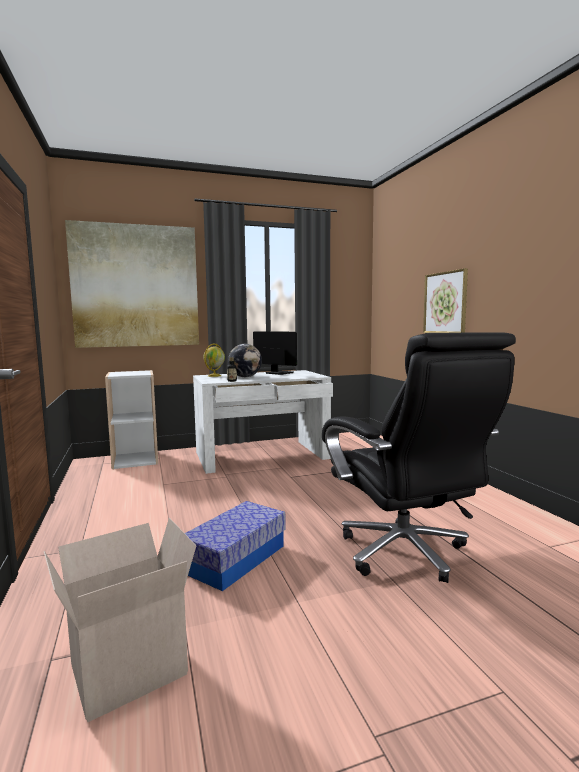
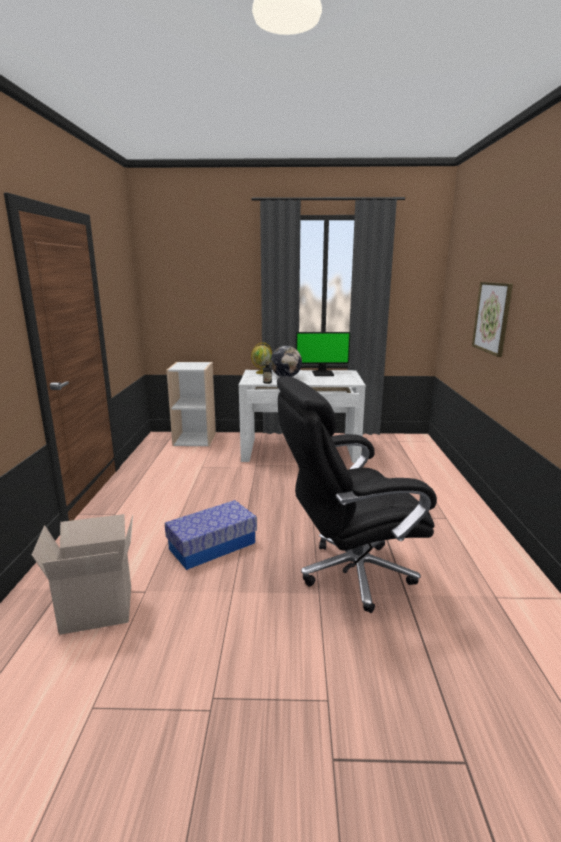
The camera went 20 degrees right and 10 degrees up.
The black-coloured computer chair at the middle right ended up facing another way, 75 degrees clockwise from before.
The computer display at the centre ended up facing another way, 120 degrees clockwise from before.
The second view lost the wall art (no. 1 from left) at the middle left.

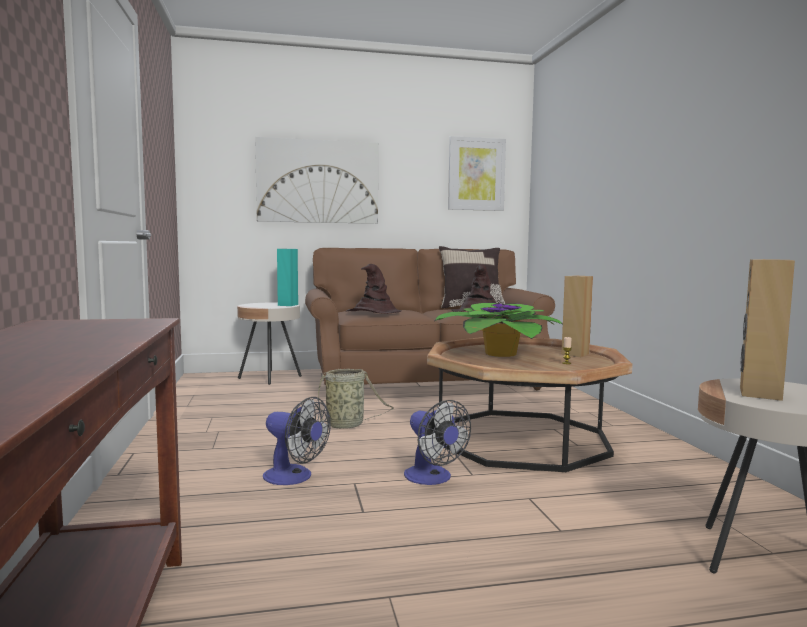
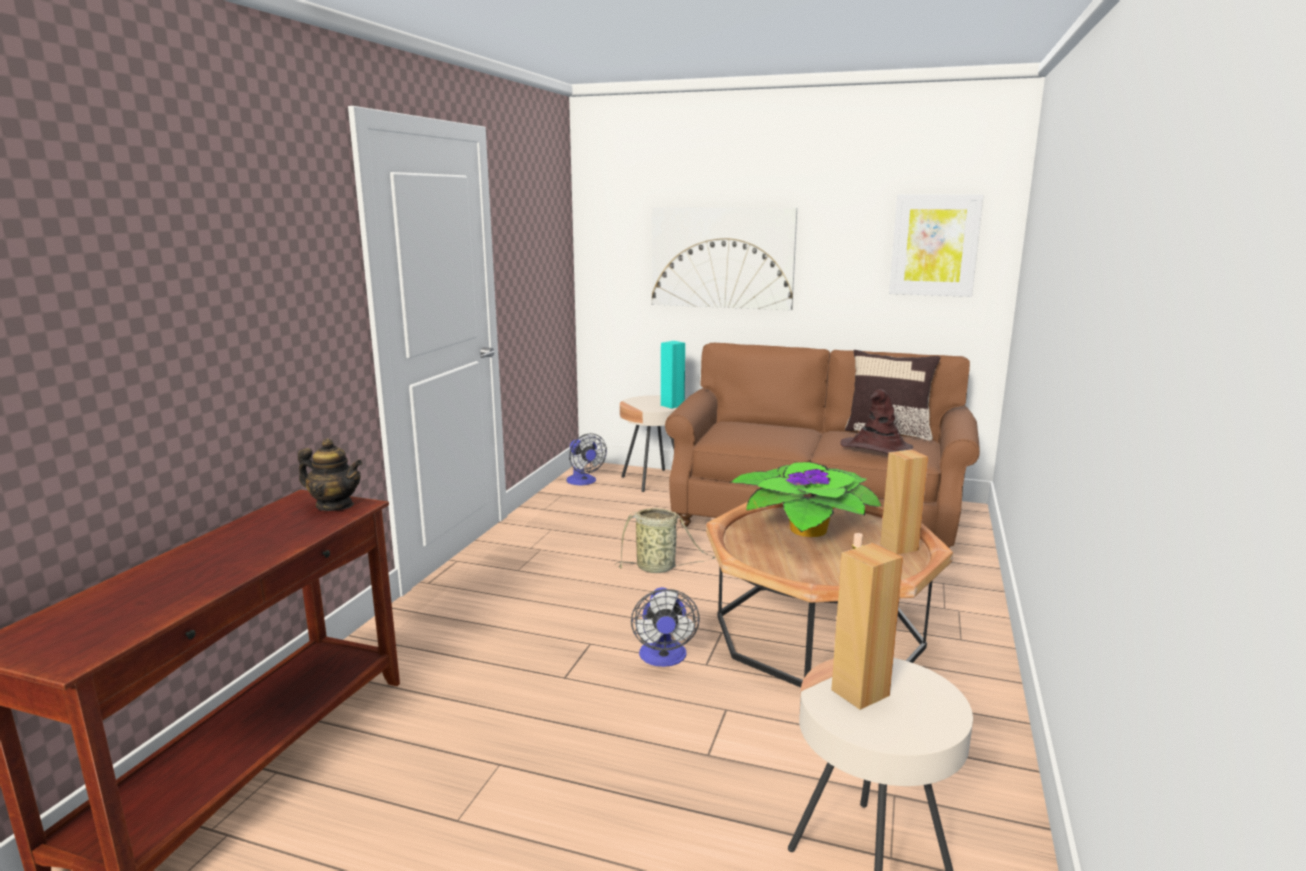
The camera went 30 degrees right and 10 degrees up.
The second view gained the tea pot at the middle left.
The electric fan (no. 1 from left) ended up elsewhere, having gone from the bottom centre to the centre.
The second view lost the brown-coloured wearable hat (no. 1 from left) at the centre.

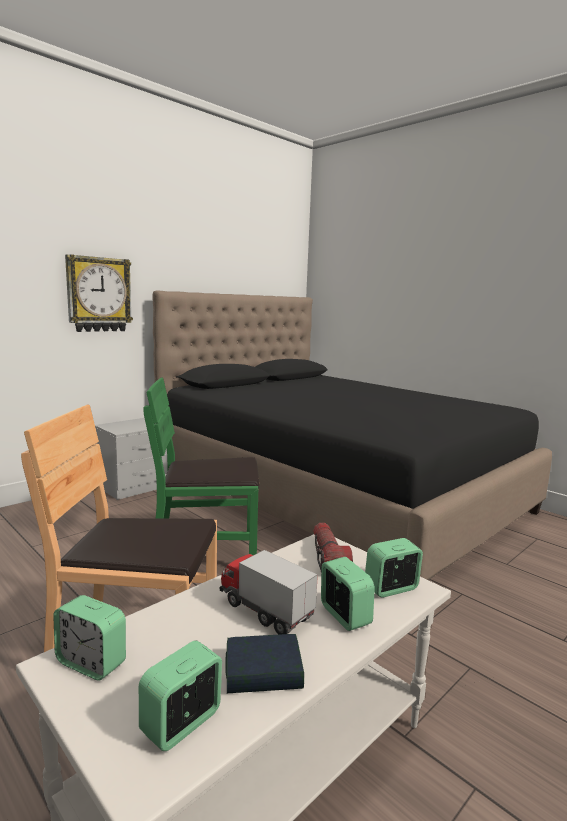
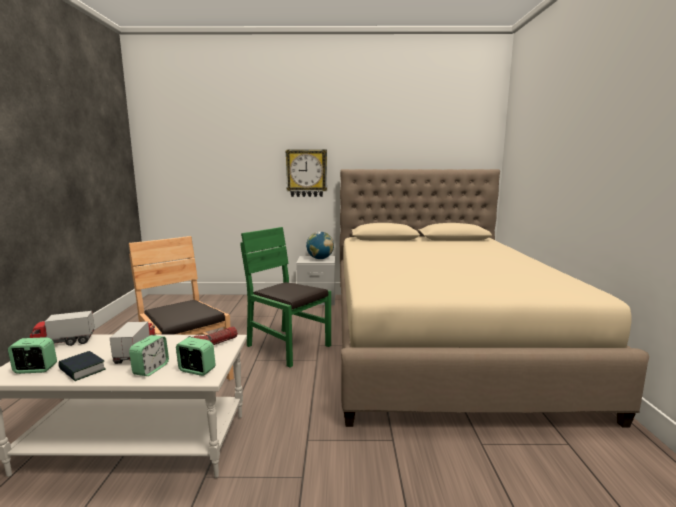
The camera went 45 degrees right and 0 degrees up.
Where the bedside clock (no. 1 from left) stood at the bottom left, the model truck (no. 1 from left) came to stand at the middle left.
The second view gained the desk globe at the centre.
What was the black-coloured bed at the centre turned into the beige bed at the middle right.

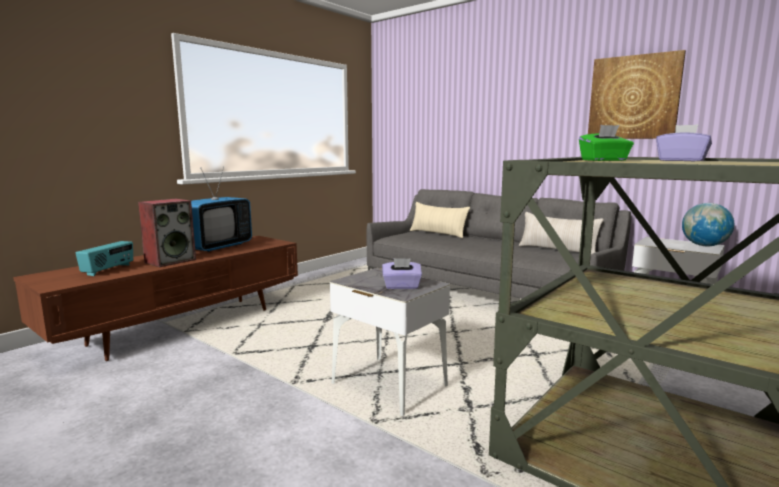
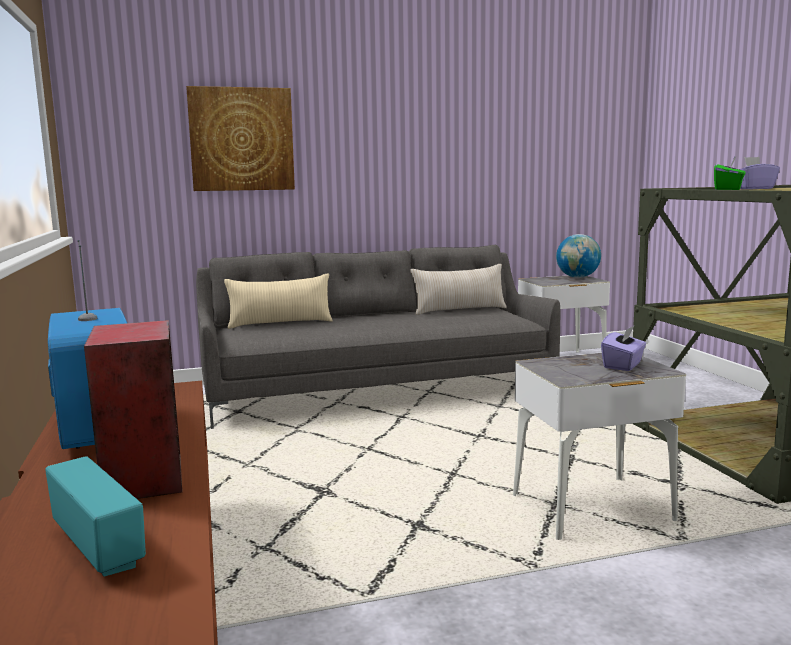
The camera went 55 degrees left and 0 degrees up.
The wall art ended up elsewhere, having gone from the top right to the top left.

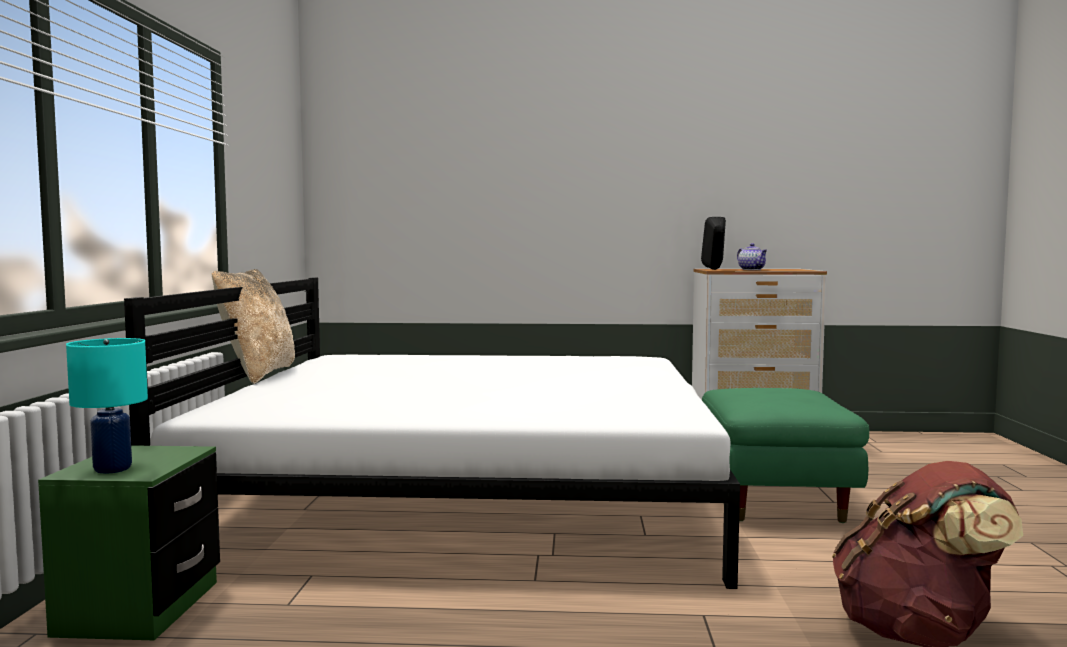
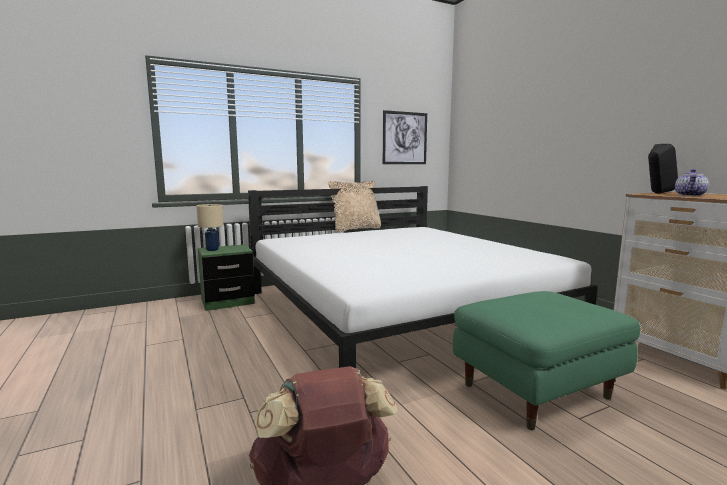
The camera went 60 degrees right and 5 degrees up.
What was the turquoise table lamp at the middle left turned into the beige table lamp at the middle left.
The second view gained the wall art at the top centre.

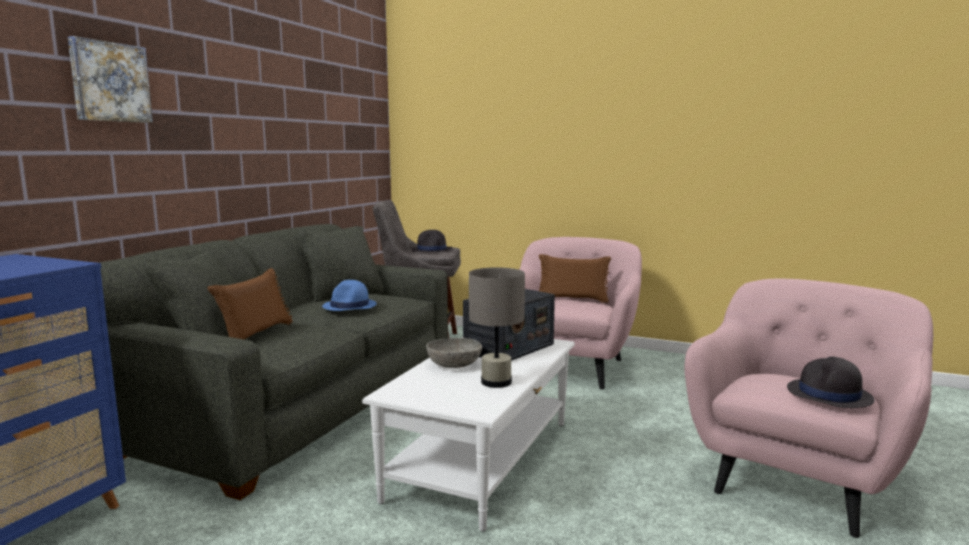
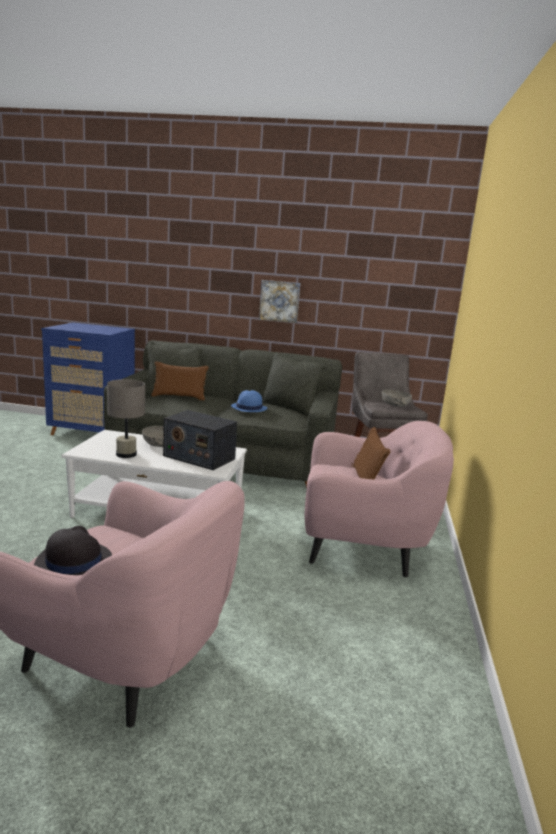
The camera went 75 degrees right and 5 degrees up.
The wall art ended up elsewhere, having gone from the top left to the centre.
Where the black-coloured wearable hat (no. 1 from left) stood at the centre, the greyish deep dish (no. 2 from left) came to stand at the middle right.

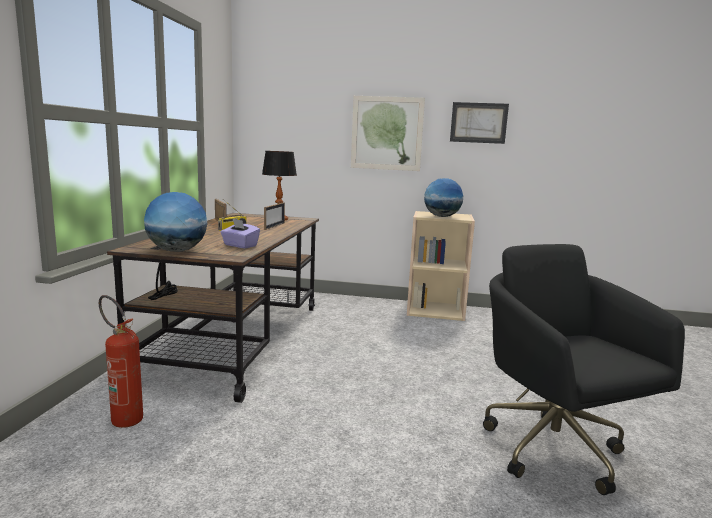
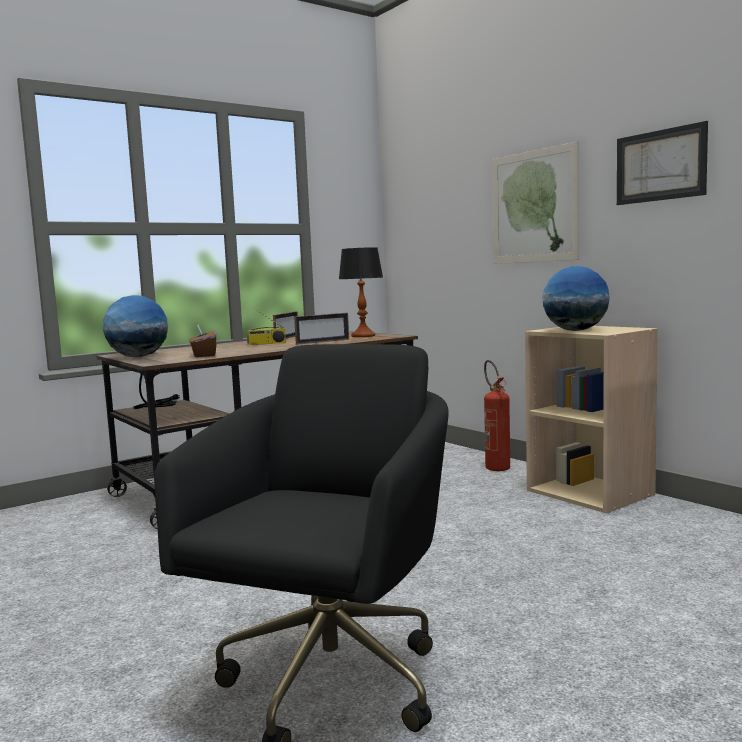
The camera went 45 degrees right and 5 degrees down.
What was the purple-coloured tissue holder at the centre turned into the brown-coloured tissue holder at the middle left.
The extinguisher ended up elsewhere, having gone from the bottom left to the middle right.

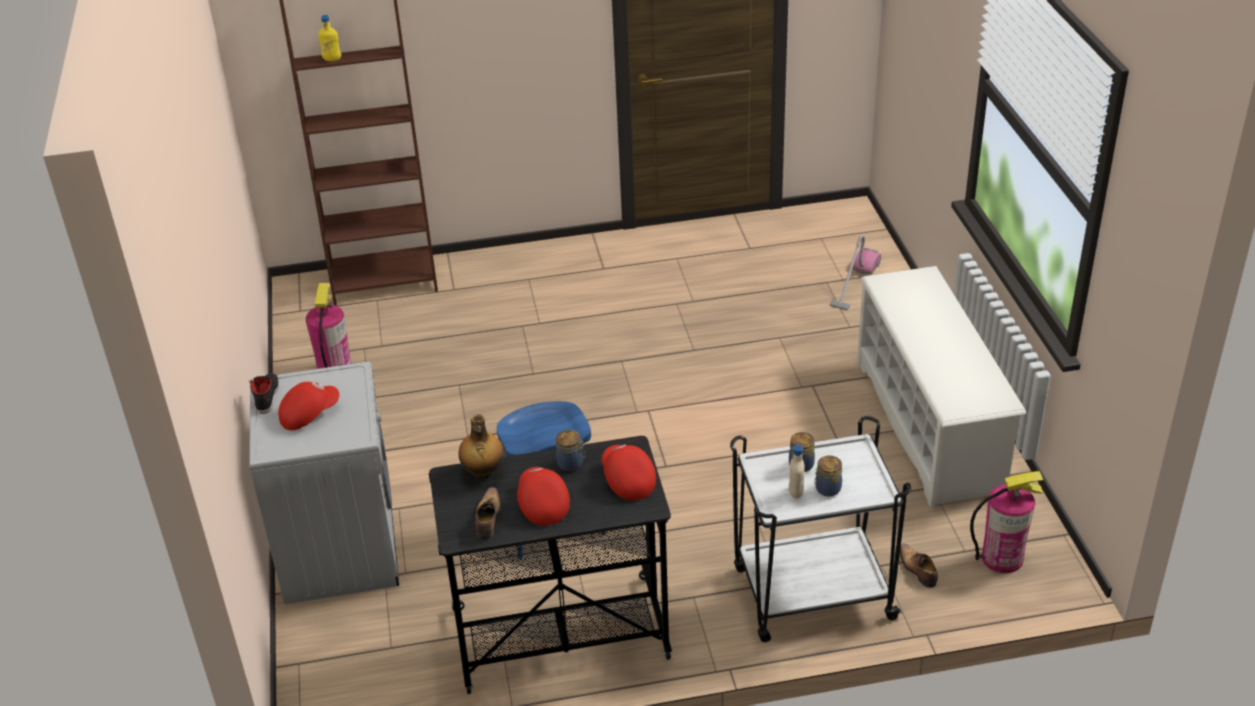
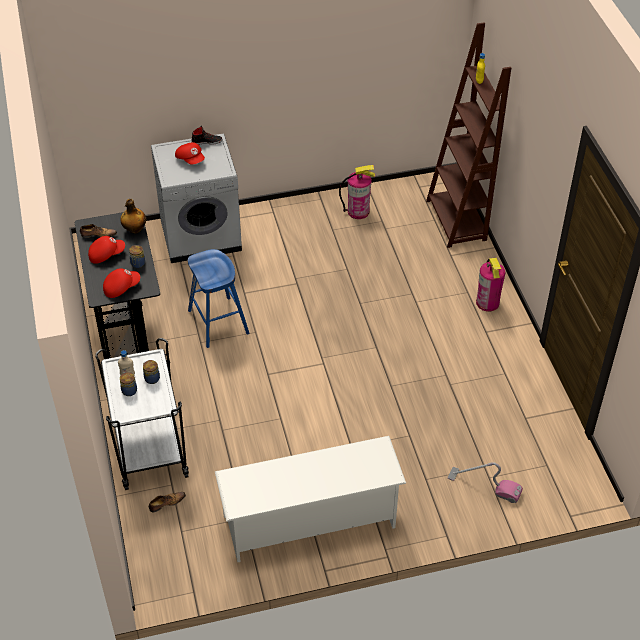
The camera went 85 degrees right and 10 degrees up.
The extinguisher (no. 2 from left) ended up elsewhere, having gone from the bottom right to the middle right.

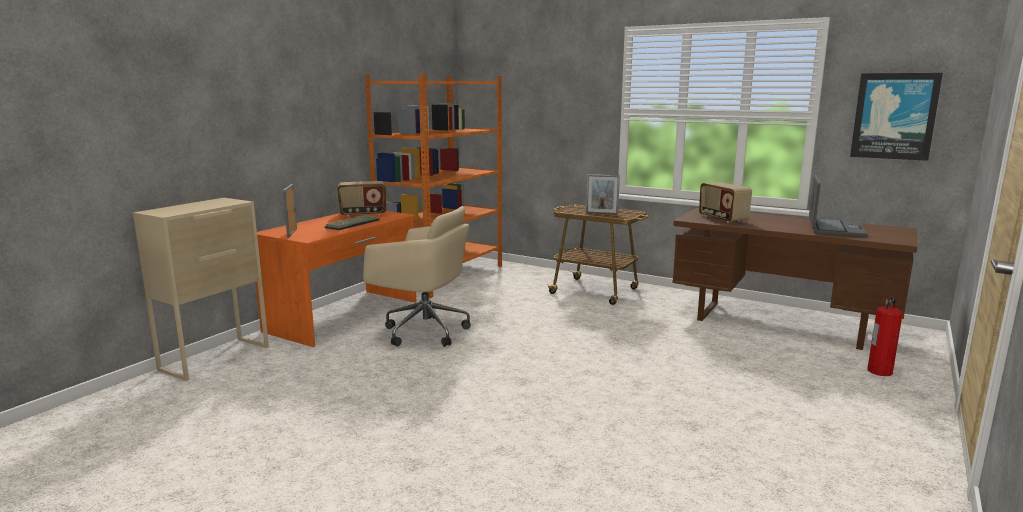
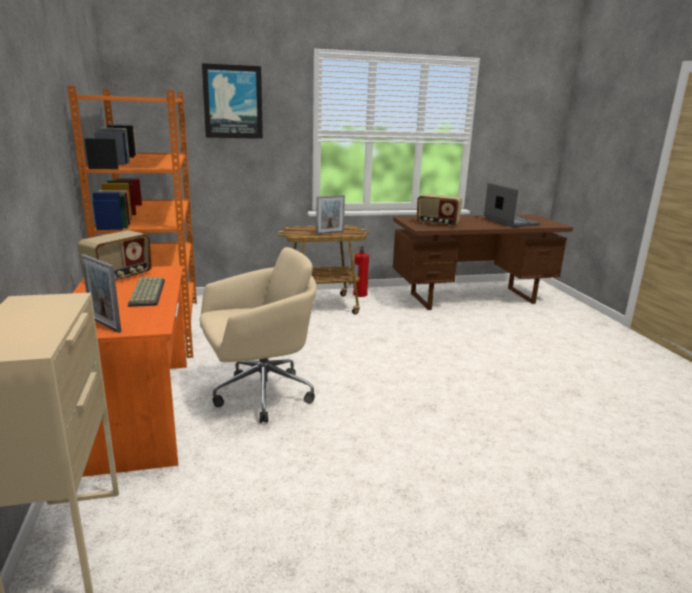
The camera went 45 degrees left and 5 degrees up.
The wall art ended up elsewhere, having gone from the top right to the top centre.
The extinguisher ended up elsewhere, having gone from the middle right to the centre.

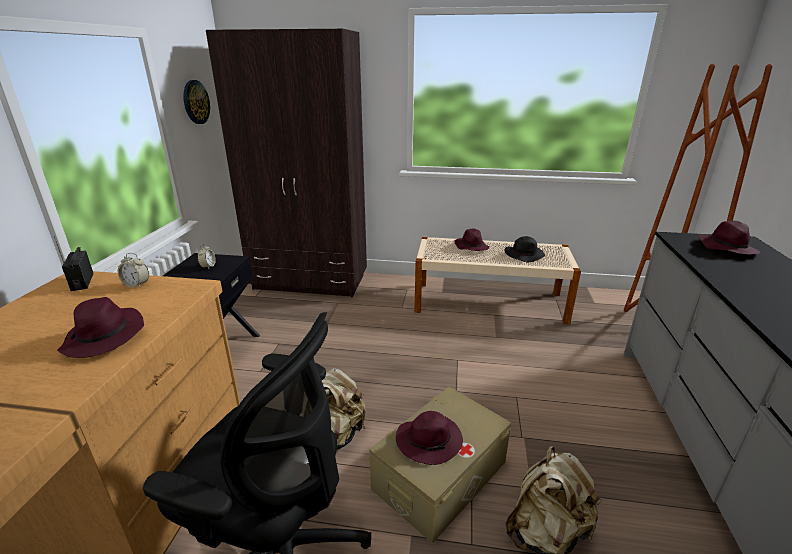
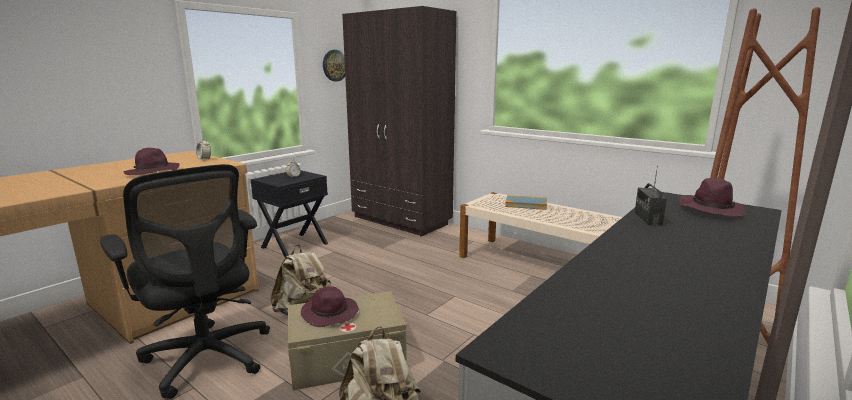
The camera went 30 degrees right and 10 degrees down.
Where the purple-coloured wearable hat (no. 3 from left) stood at the centre, the volume came to stand at the centre.
The radio receiver ended up elsewhere, having gone from the middle left to the middle right.
The second view lost the black-coloured wearable hat at the centre.

